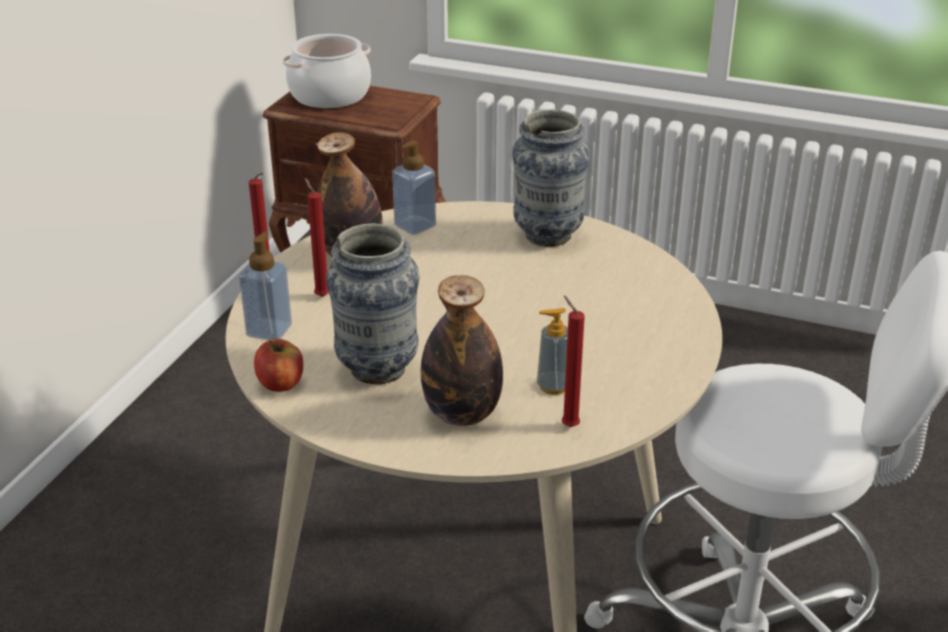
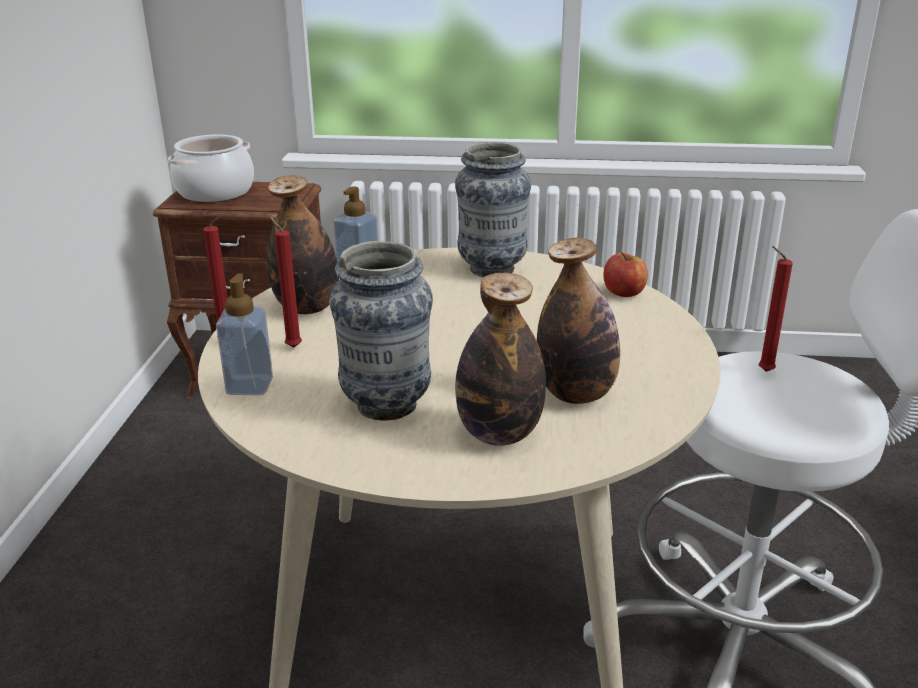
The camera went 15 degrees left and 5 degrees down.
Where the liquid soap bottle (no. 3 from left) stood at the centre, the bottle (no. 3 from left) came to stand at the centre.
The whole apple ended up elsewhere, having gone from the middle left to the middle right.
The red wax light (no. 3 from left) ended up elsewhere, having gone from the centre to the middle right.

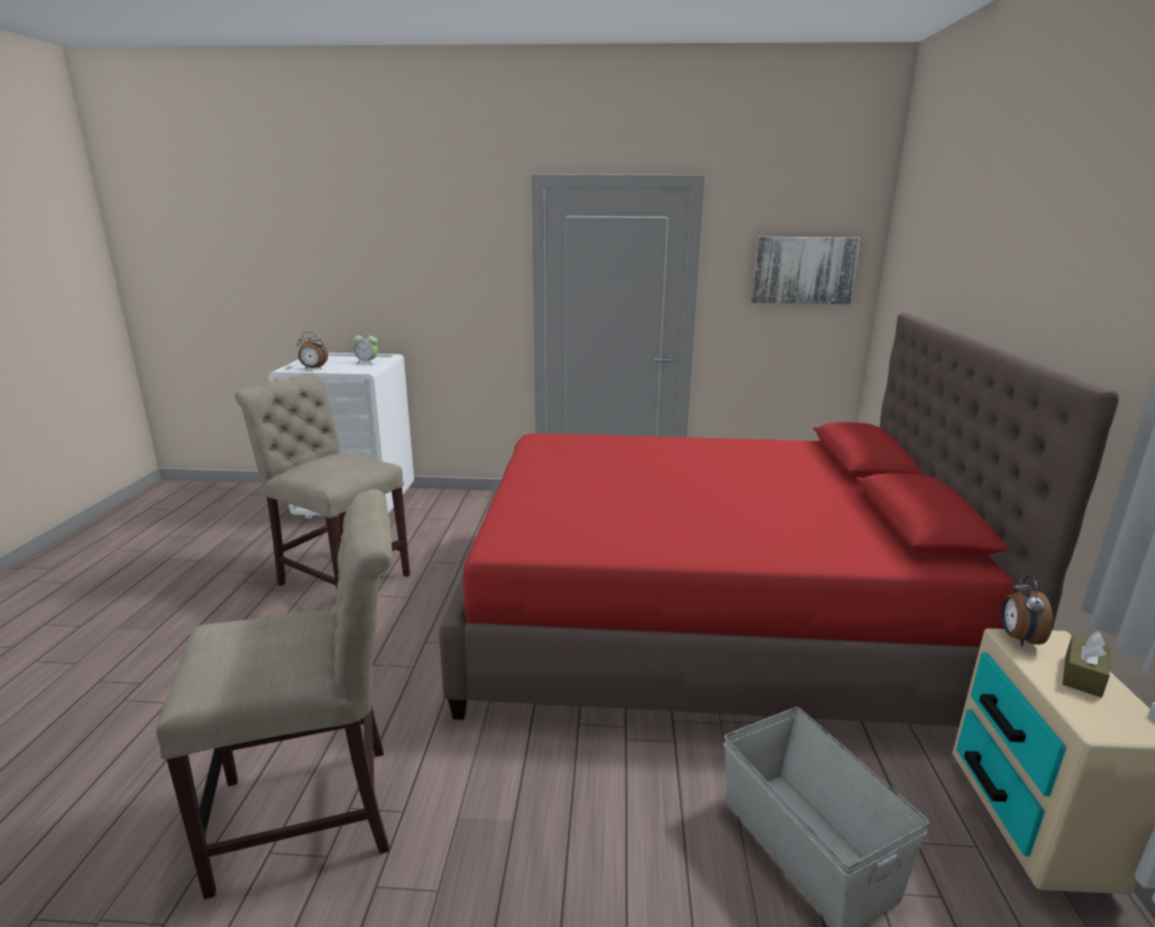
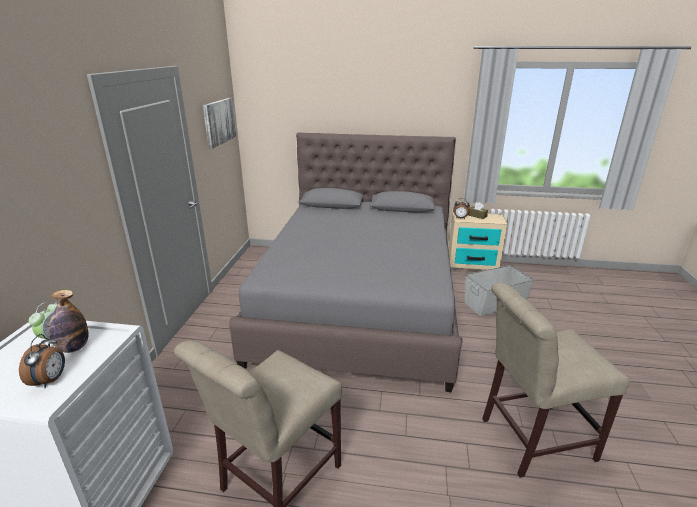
The camera went 85 degrees left and 5 degrees up.
The second view gained the bottle at the middle left.
What was the red bed at the middle right turned into the greyish bed at the centre.
The beige plain chair (no. 1 from left in the first image) at the bottom left ended up facing another way, 90 degrees counterclockwise from before.

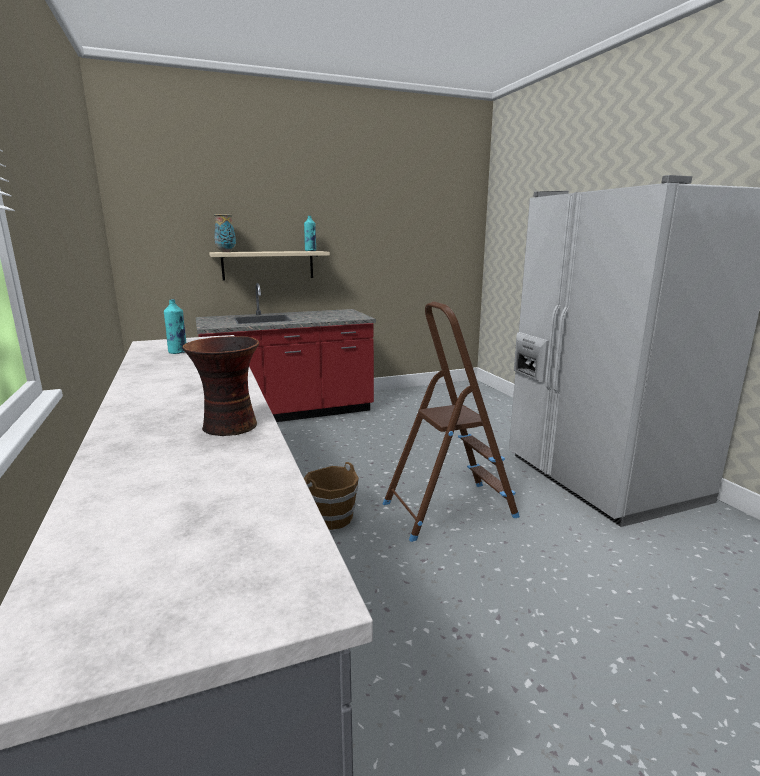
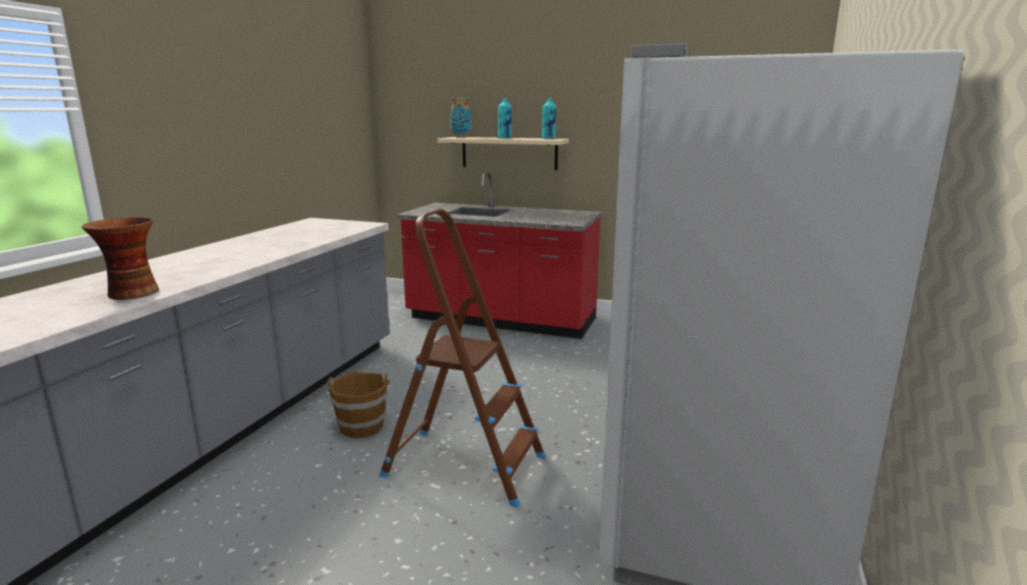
The camera went 40 degrees right and 0 degrees up.
The turquoise bottle (no. 1 from left) ended up elsewhere, having gone from the middle left to the top centre.

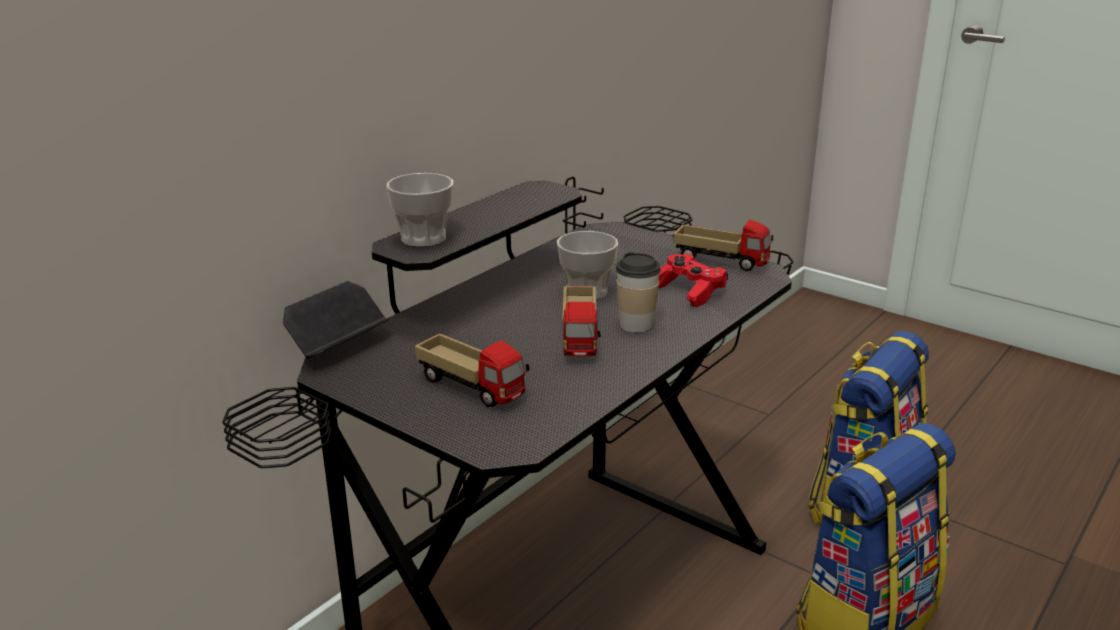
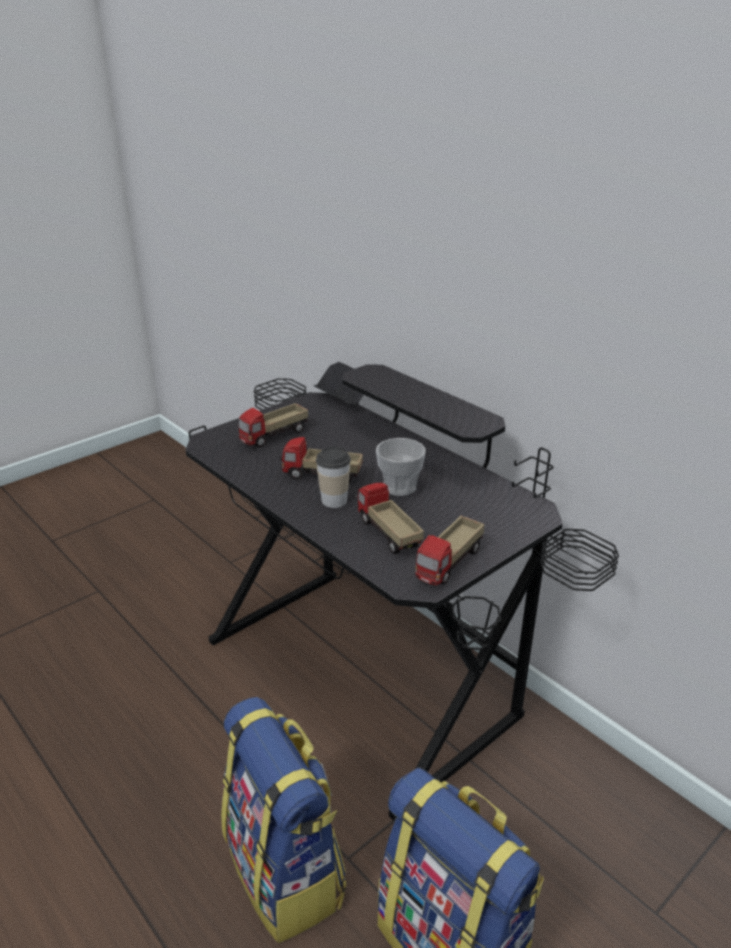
The camera went 100 degrees right and 5 degrees up.
Where the red game controller stood at the centre, the model truck (no. 3 from left) came to stand at the centre.
The second view lost the small cup (no. 1 from left) at the centre.

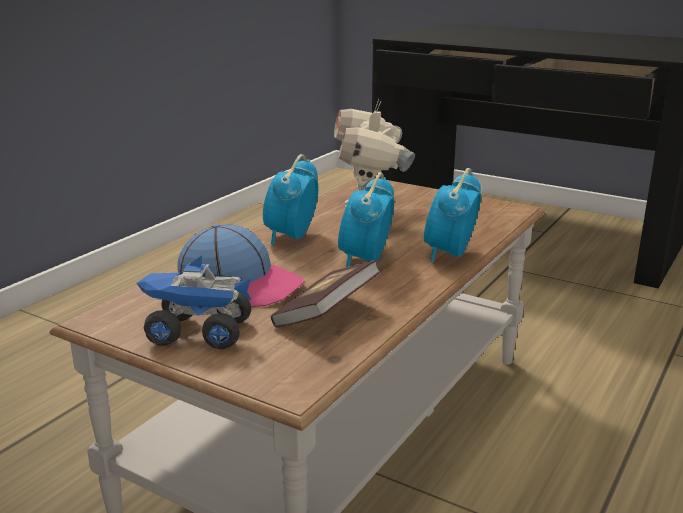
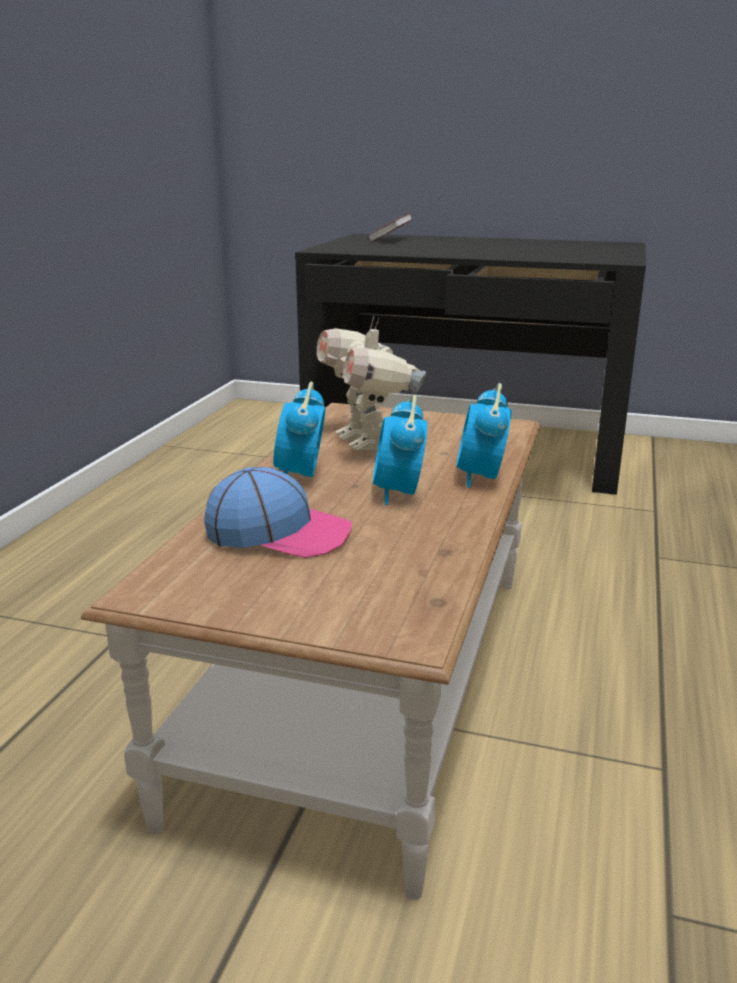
The camera went 15 degrees left and 0 degrees up.
The volume ended up elsewhere, having gone from the centre to the top centre.
The second view lost the model truck at the middle left.

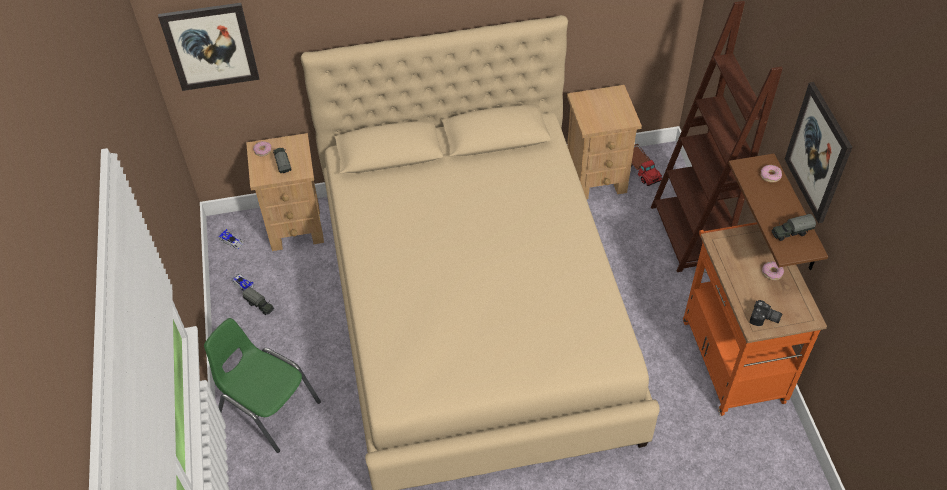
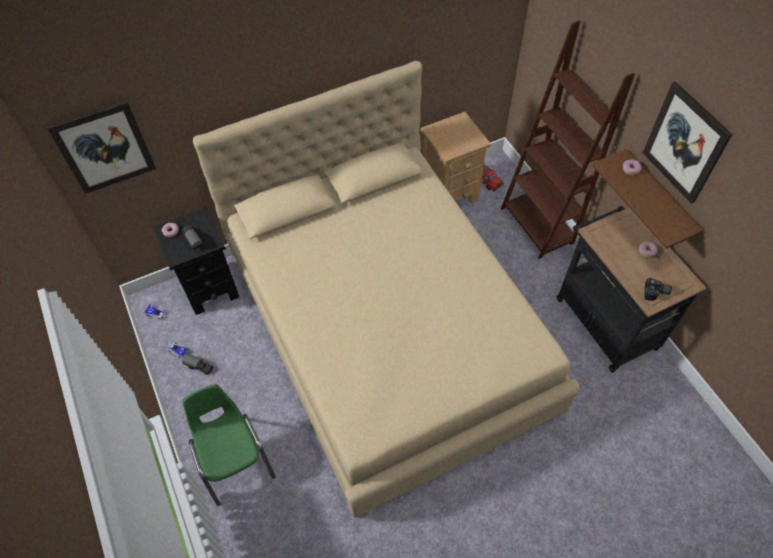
The camera went 15 degrees left and 5 degrees up.
What was the beige night table (no. 1 from left) at the middle left turned into the black-coloured night table at the middle left.
The green plain chair at the bottom left ended up facing another way, 45 degrees clockwise from before.
What was the orange-coloured wheeled cart at the middle right turned into the black-coloured wheeled cart at the middle right.
The second view lost the model truck (no. 4 from left) at the middle right.

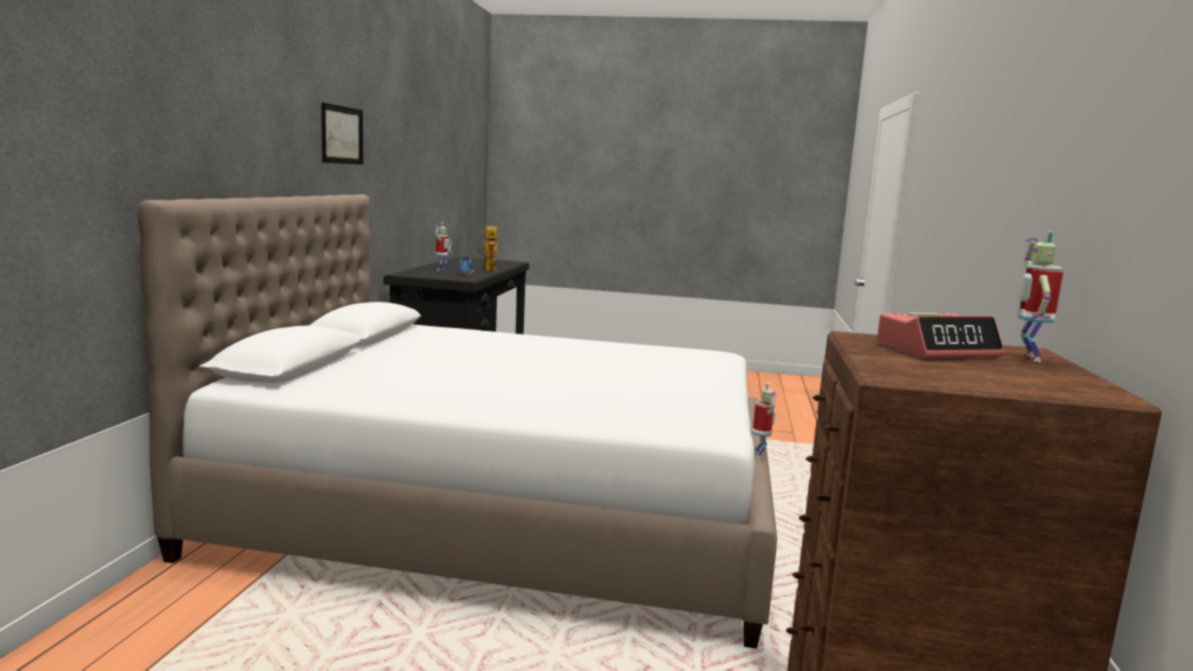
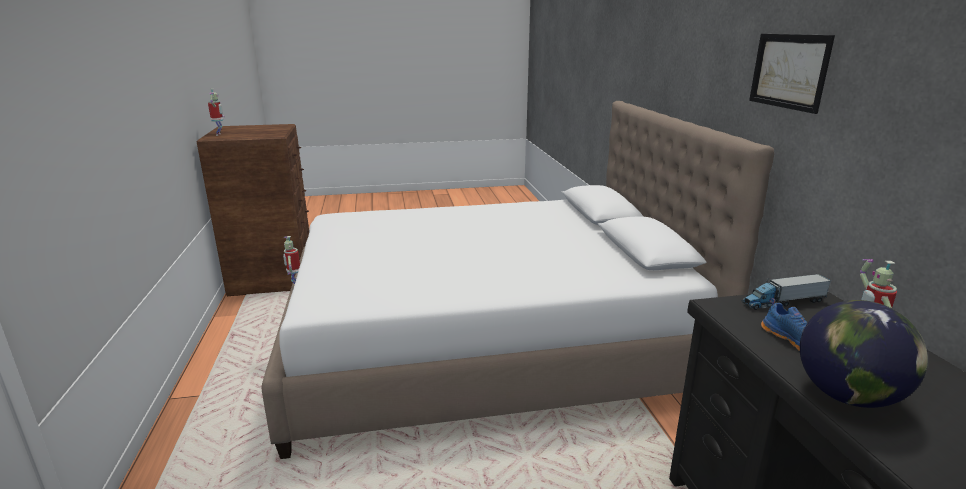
The camera went 160 degrees right and 10 degrees up.
The second view gained the model truck at the middle right.
Where the robot figure (no. 2 from left) stood at the centre, the desk globe came to stand at the bottom right.
The second view lost the bedside clock at the middle right.

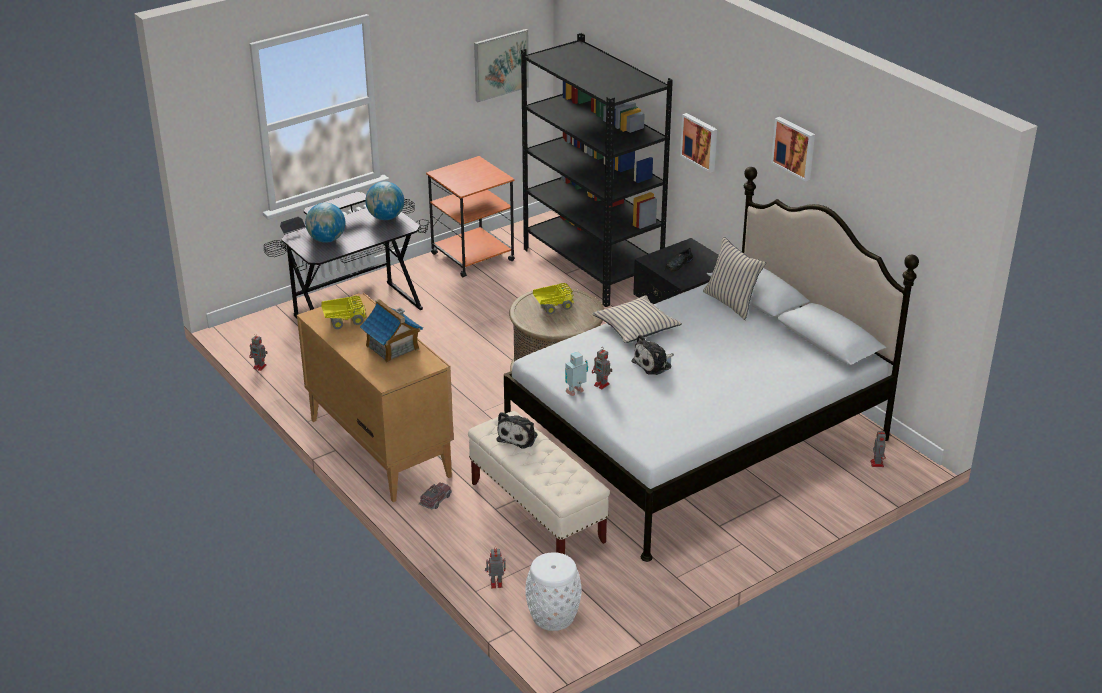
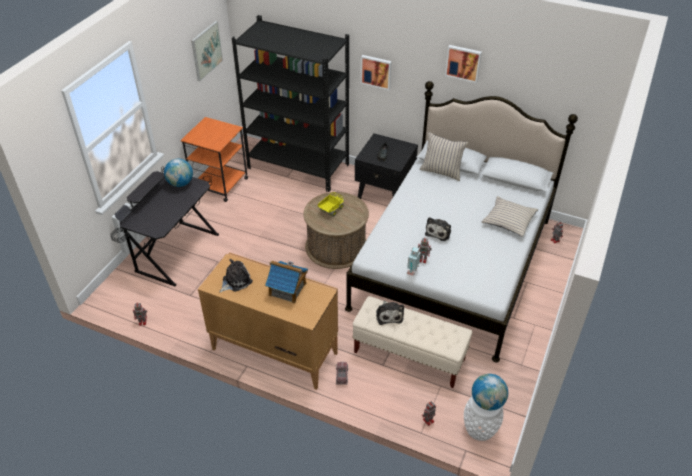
The camera went 30 degrees left and 10 degrees up.
Where the model truck (no. 1 from left) stood at the middle left, the plush toy (no. 1 from left) came to stand at the centre.
The desk globe (no. 1 from left in the first image) ended up elsewhere, having gone from the top left to the bottom right.
The beige cushion (no. 1 from left in the first image) ended up elsewhere, having gone from the centre to the middle right.

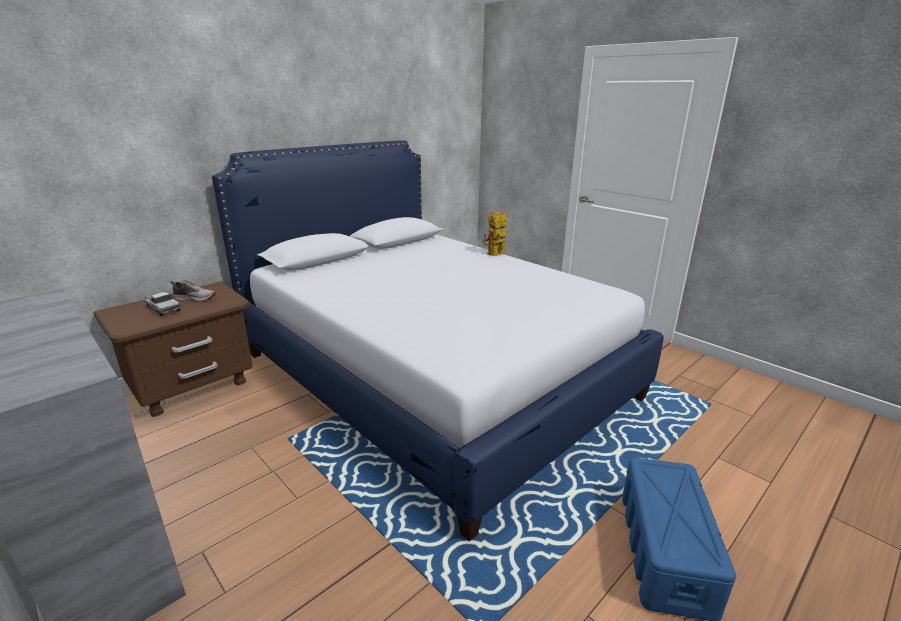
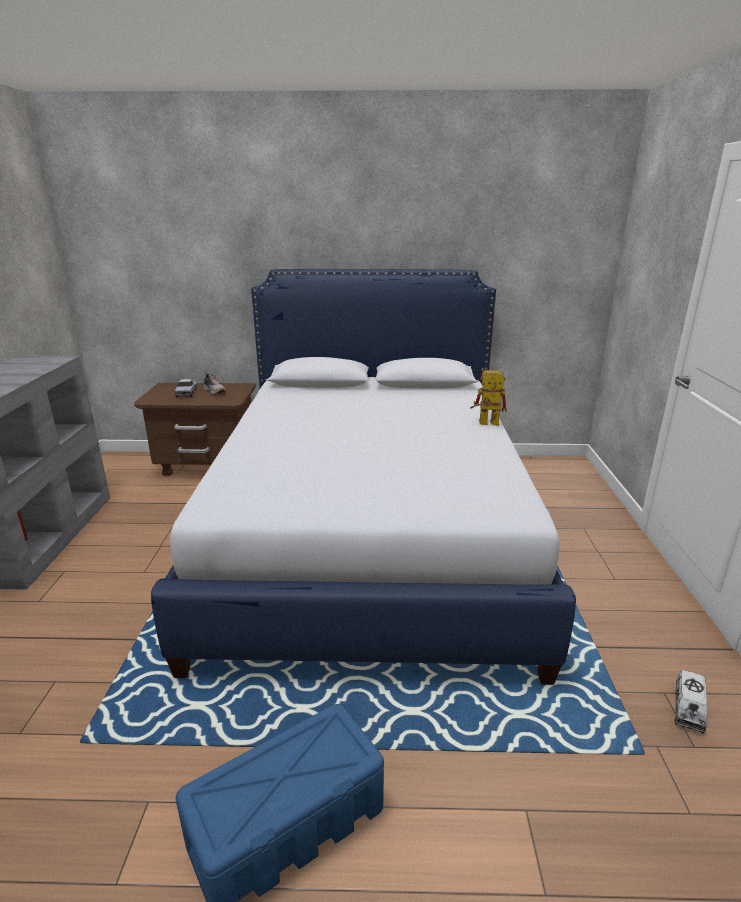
The camera went 45 degrees right and 0 degrees up.
The second view gained the model truck (no. 2 from left) at the bottom right.

